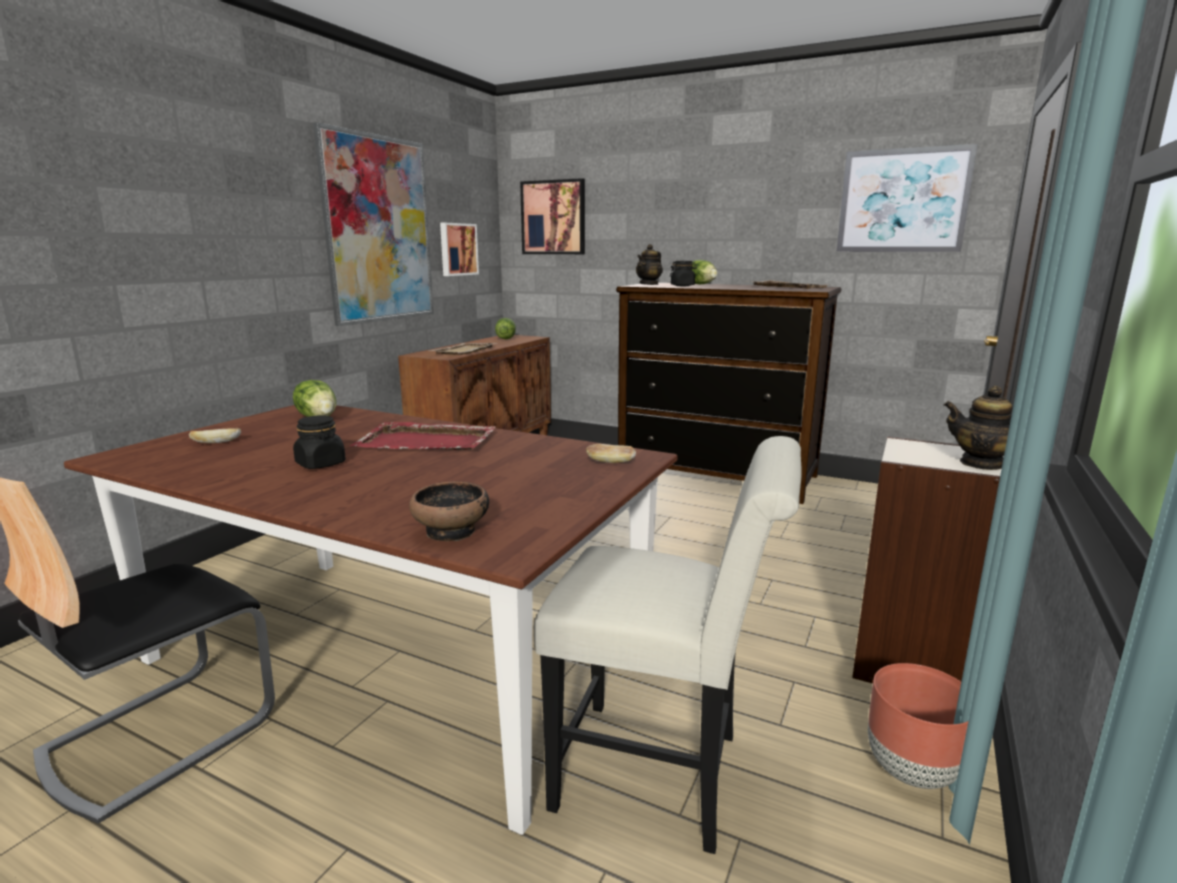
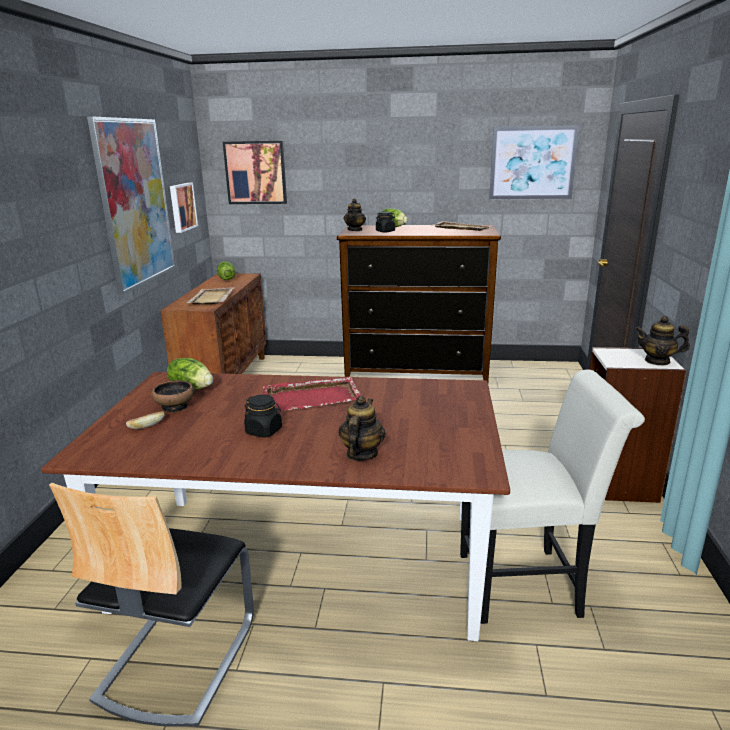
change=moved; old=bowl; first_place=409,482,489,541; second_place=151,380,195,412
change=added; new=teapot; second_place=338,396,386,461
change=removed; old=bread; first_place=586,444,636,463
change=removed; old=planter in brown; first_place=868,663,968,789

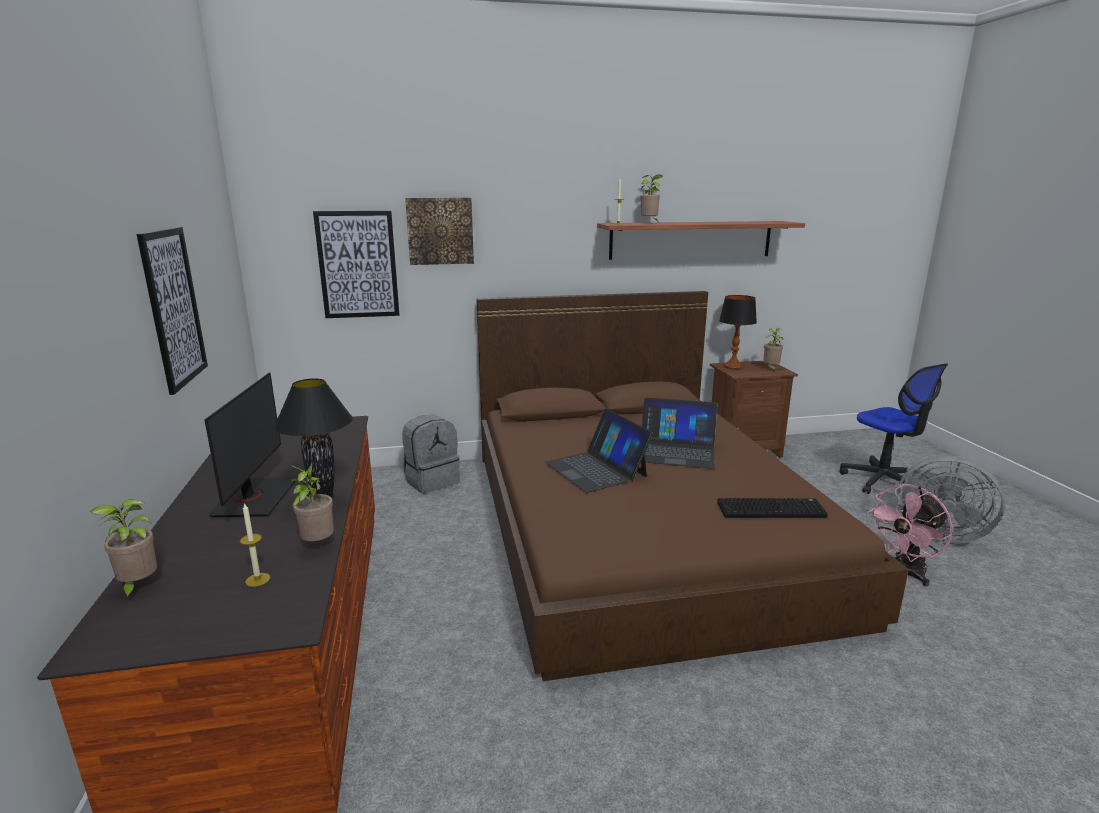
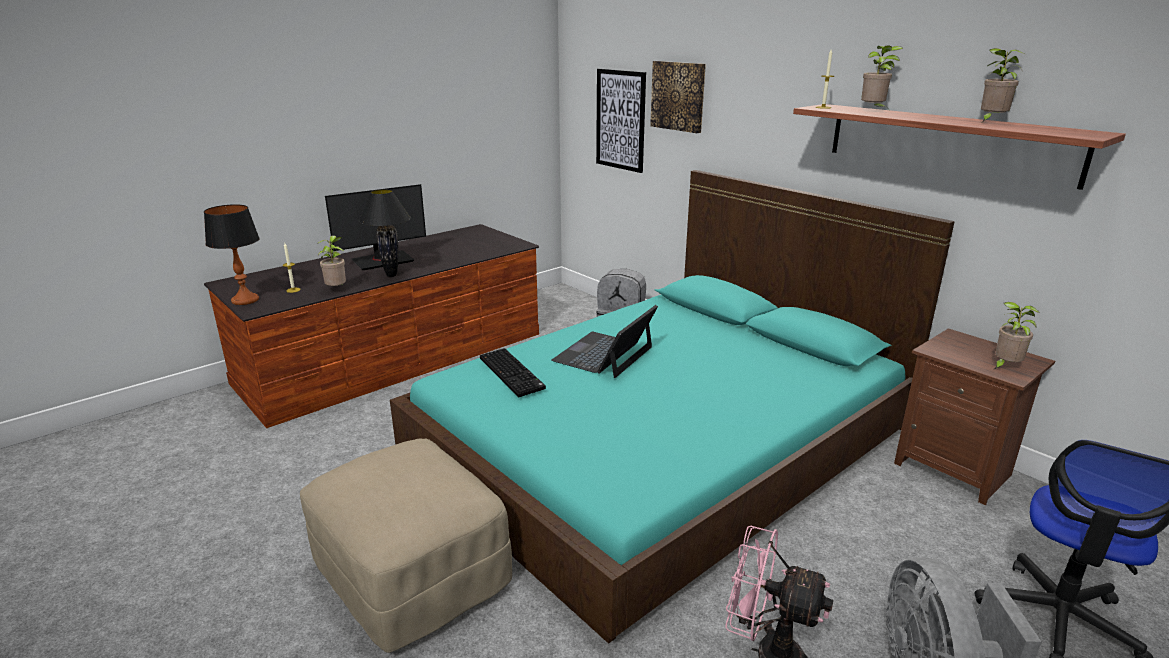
change=moved; old=table lamp; first_place=719,295,757,369; second_place=204,204,260,305
change=added; new=ottoman in beige; second_place=300,438,512,653
change=recoloured; old=bed in brown; new=bed in turquoise; first_place=476,291,909,681; second_place=390,170,955,643
change=moved; old=keyboard; first_place=717,498,828,518; second_place=480,348,546,397
change=moved; old=potted plant; first_place=90,499,157,602; second_place=981,48,1025,122
change=removed; old=picture; first_place=137,227,208,395
change=removed; old=laptop; first_place=642,398,717,469

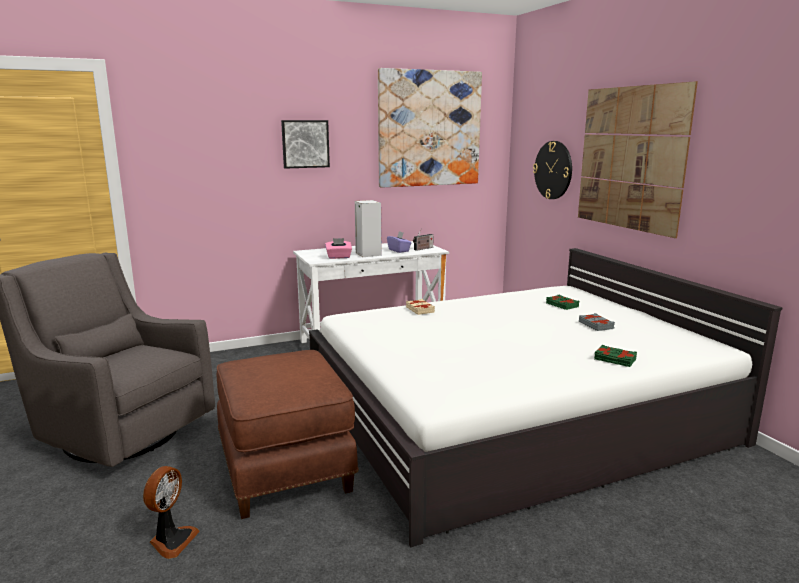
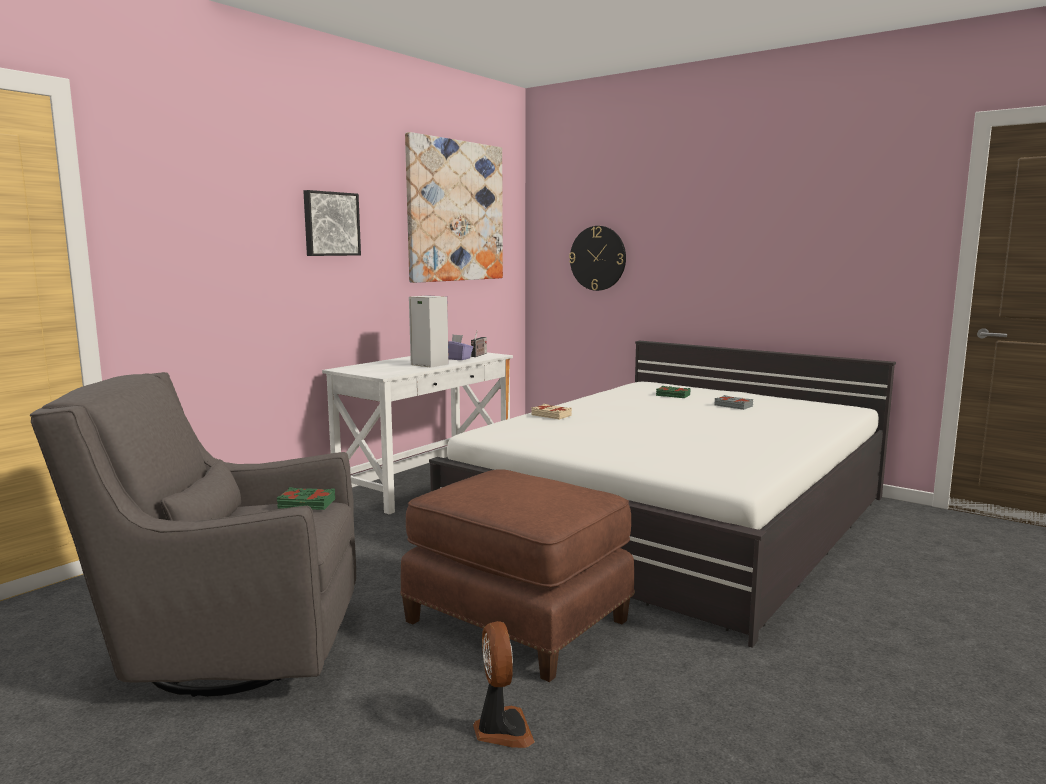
change=moved; old=book in green; first_place=594,345,637,367; second_place=277,487,335,510
change=removed; old=tissue box in pink; first_place=325,238,352,259
change=removed; old=picture; first_place=578,81,698,238

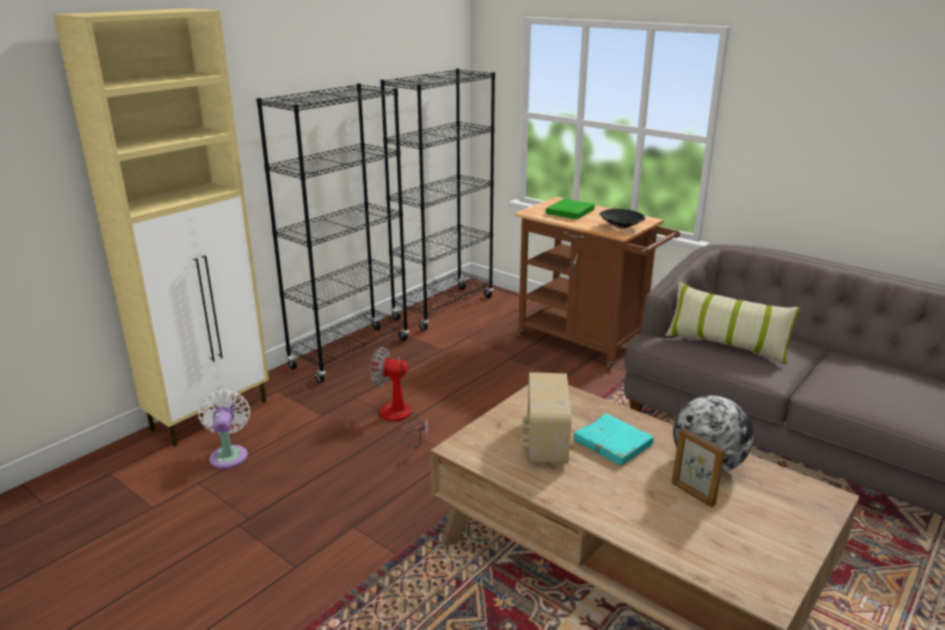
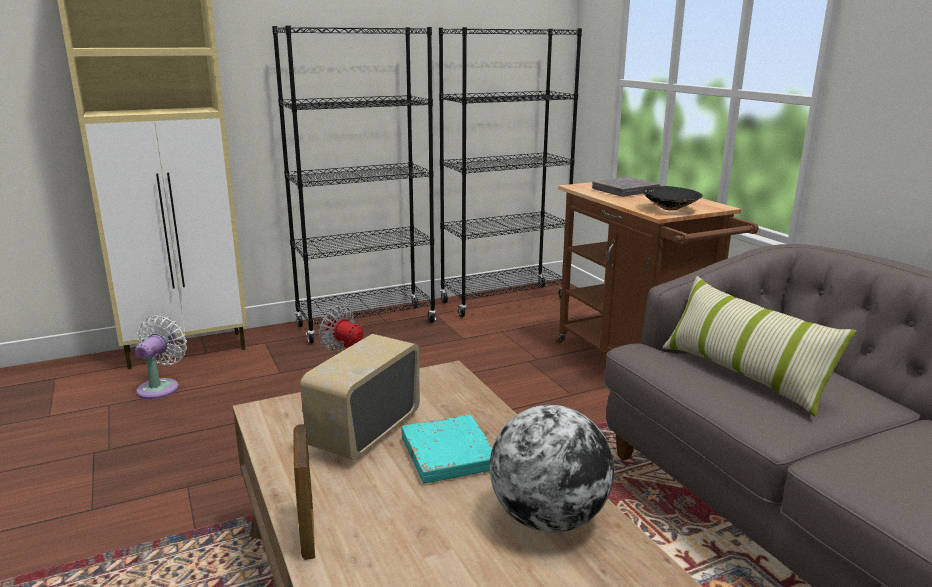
change=moved; old=picture frame; first_place=672,427,725,507; second_place=293,424,315,560
change=recoloured; old=book in green; new=book in grey; first_place=546,199,595,219; second_place=592,177,660,197

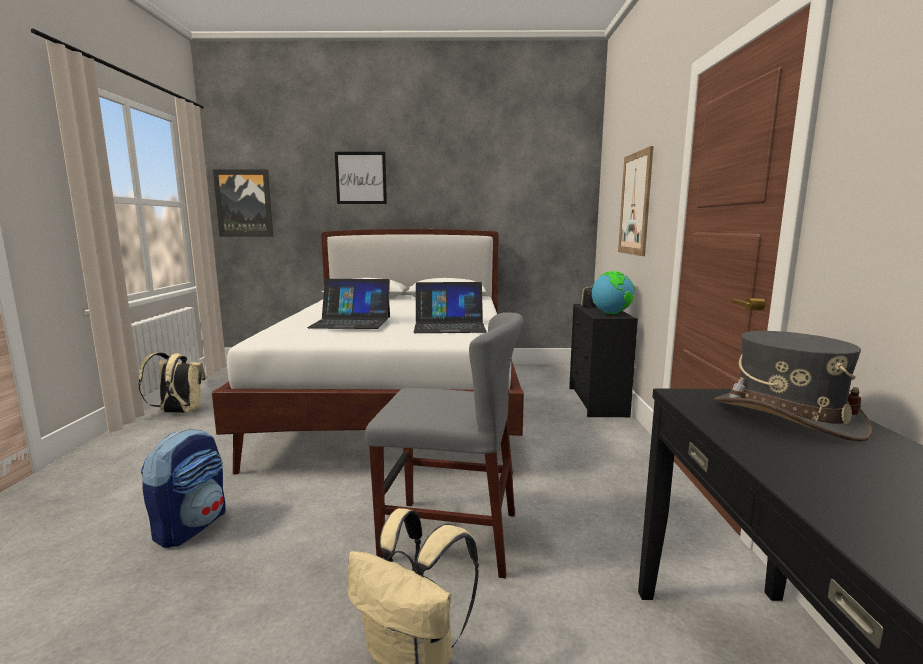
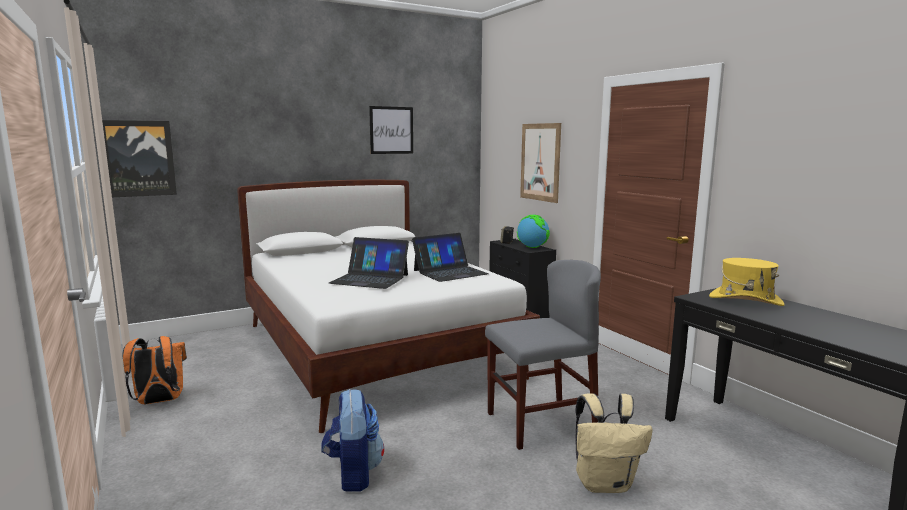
change=recoloured; old=backpack in beige; new=backpack in orange; first_place=138,352,206,413; second_place=122,336,187,404
change=turned; old=laptop; first_place=307,279,390,329; second_place=329,237,409,289; degrees=45
change=moved; old=picture; first_place=335,152,387,204; second_place=369,106,413,154
change=recoloured; old=hat in grey; new=hat in yellow; first_place=715,331,873,442; second_place=709,258,785,306

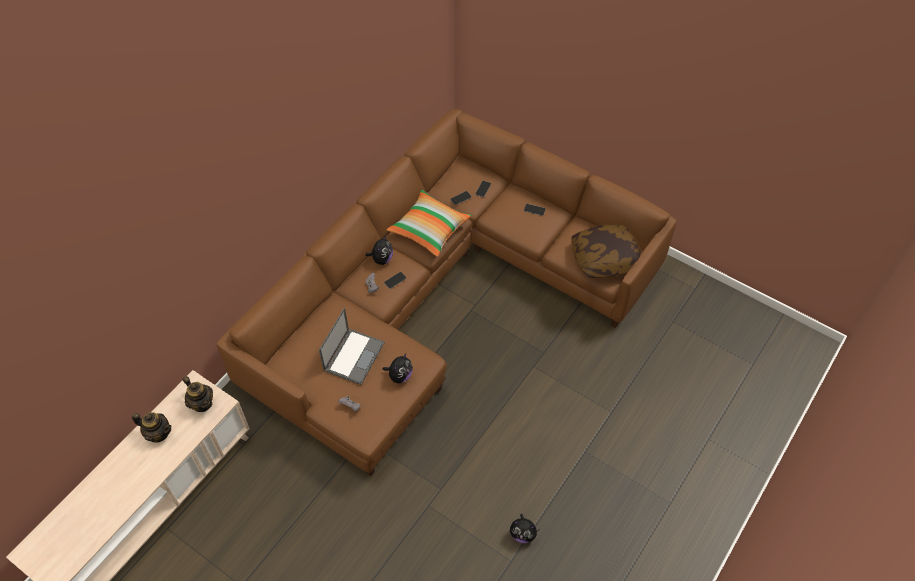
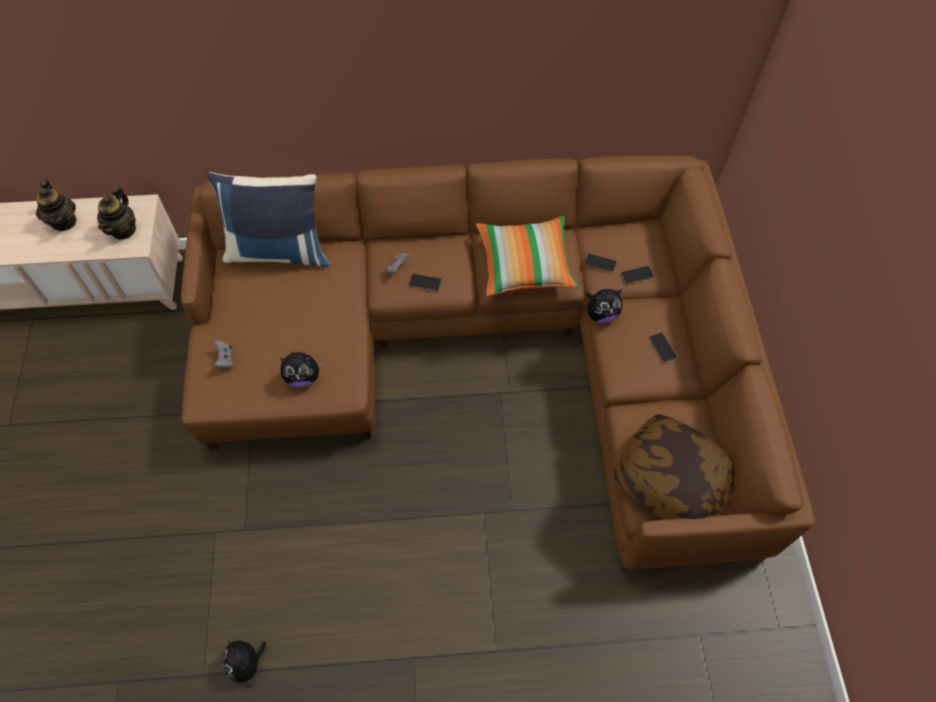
change=added; new=pillow in blue; second_place=207,172,329,267
change=moved; old=plush toy; first_place=366,235,393,265; second_place=586,289,623,323
change=removed; old=laptop; first_place=319,308,385,385

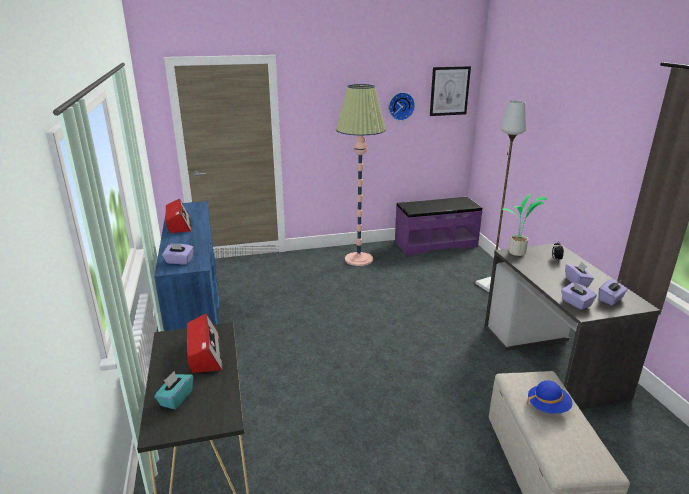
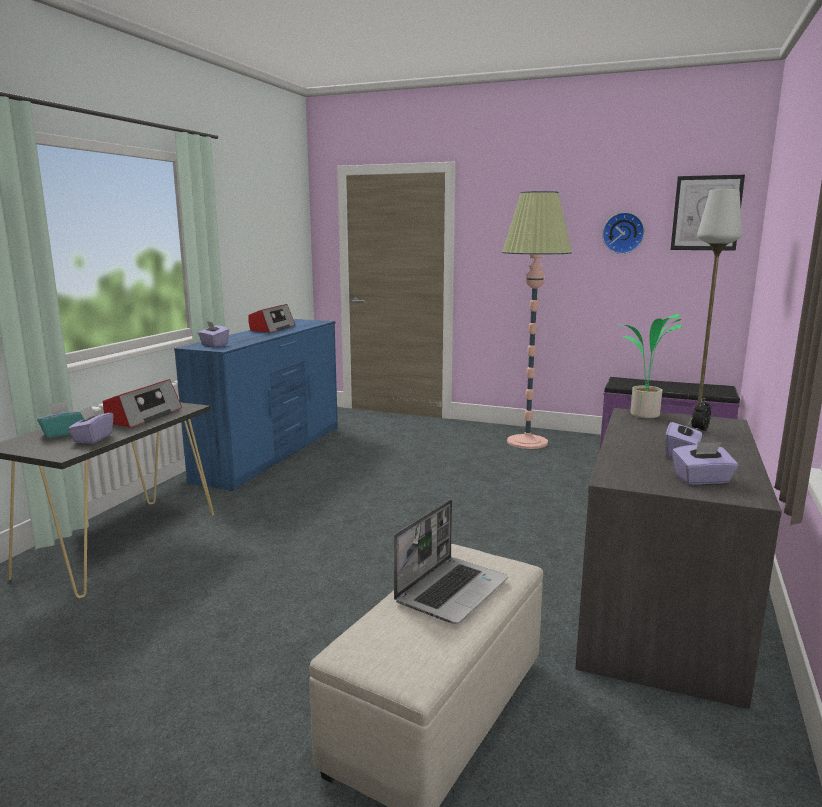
change=moved; old=tissue box in purple; first_place=561,282,597,310; second_place=68,406,113,444
change=replaced; old=hat in blue; new=laptop; first_place=527,380,573,414; second_place=394,499,508,624

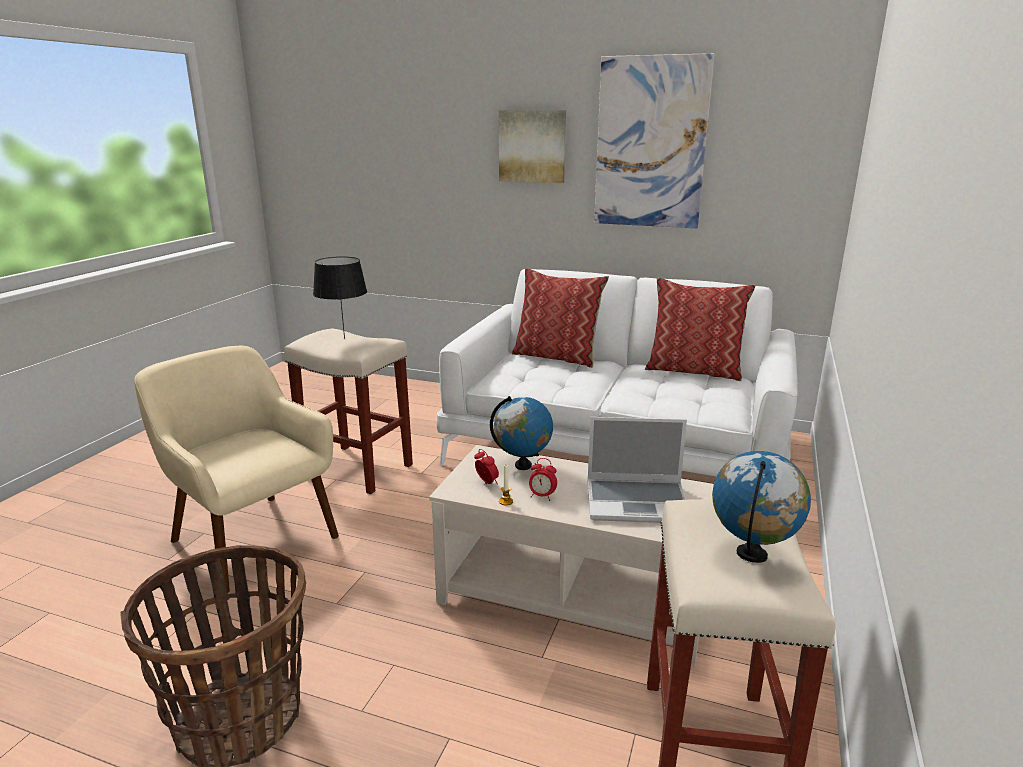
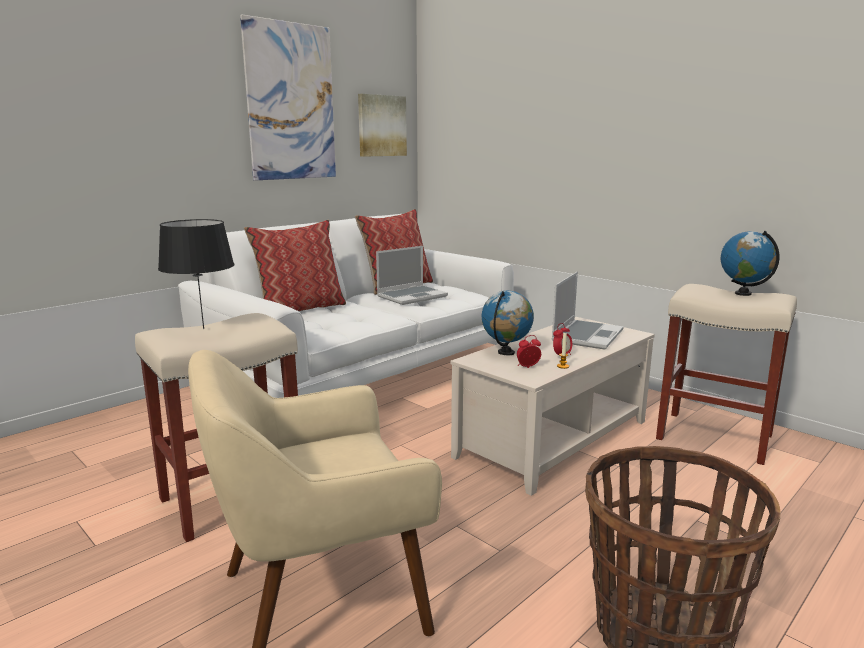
change=moved; old=picture; first_place=499,110,566,183; second_place=358,94,407,157
change=added; new=laptop; second_place=376,246,448,305

